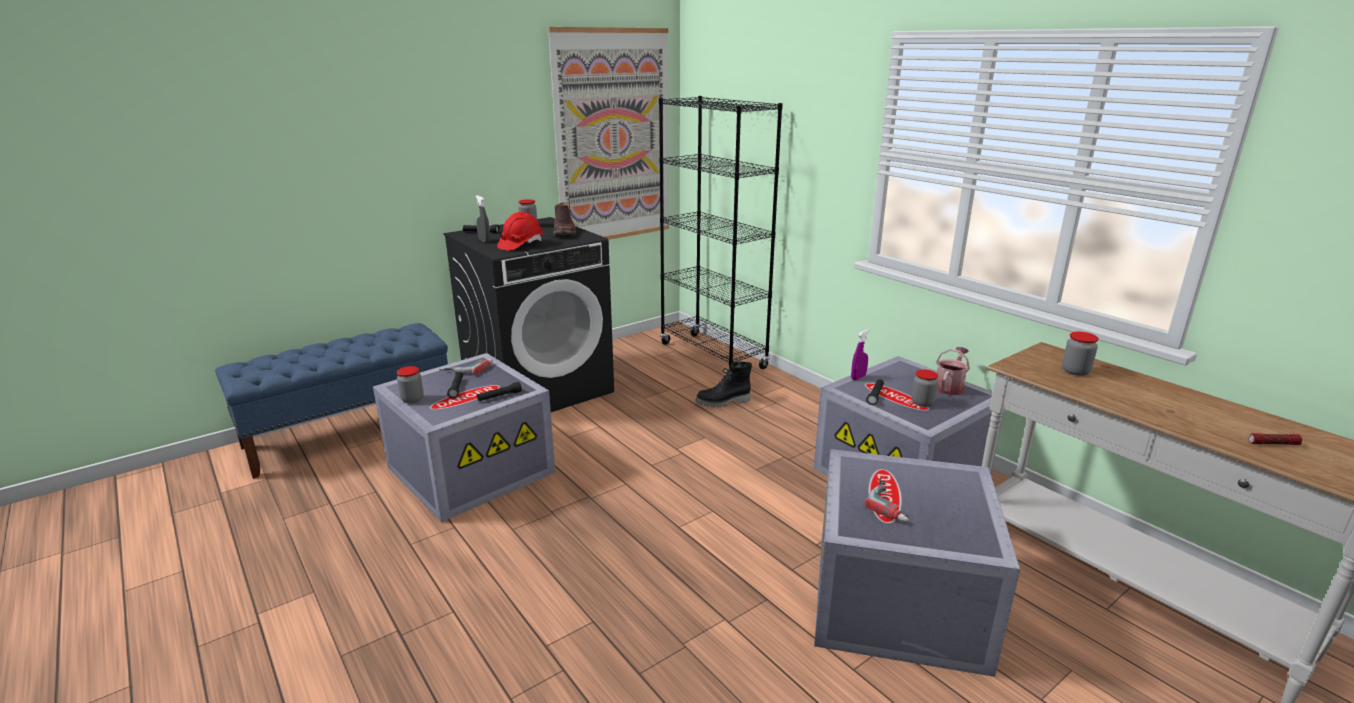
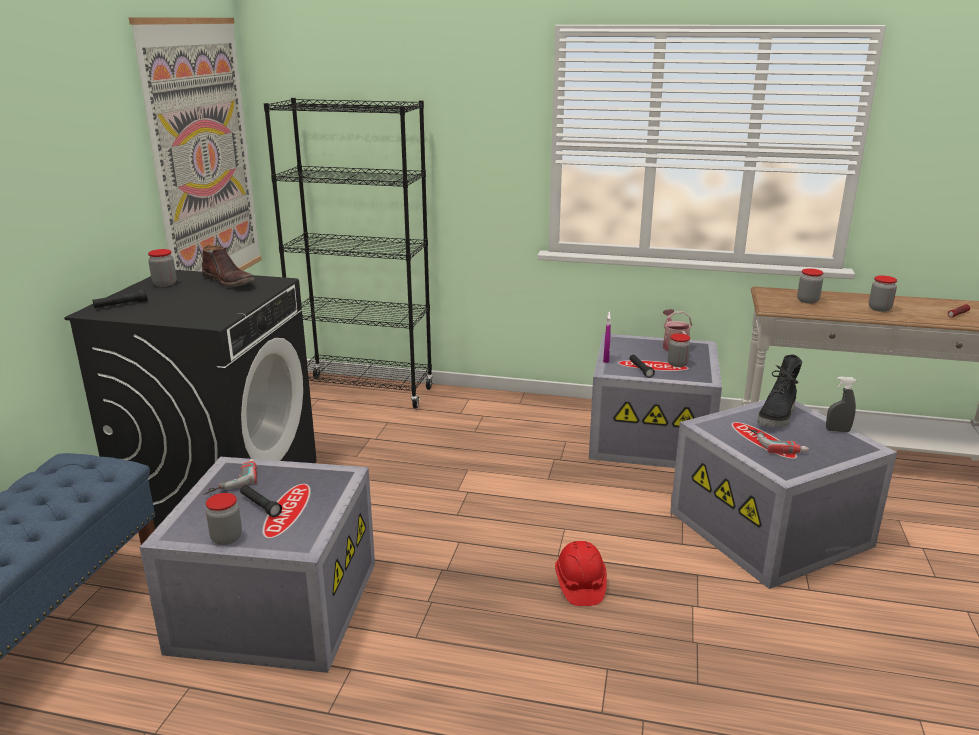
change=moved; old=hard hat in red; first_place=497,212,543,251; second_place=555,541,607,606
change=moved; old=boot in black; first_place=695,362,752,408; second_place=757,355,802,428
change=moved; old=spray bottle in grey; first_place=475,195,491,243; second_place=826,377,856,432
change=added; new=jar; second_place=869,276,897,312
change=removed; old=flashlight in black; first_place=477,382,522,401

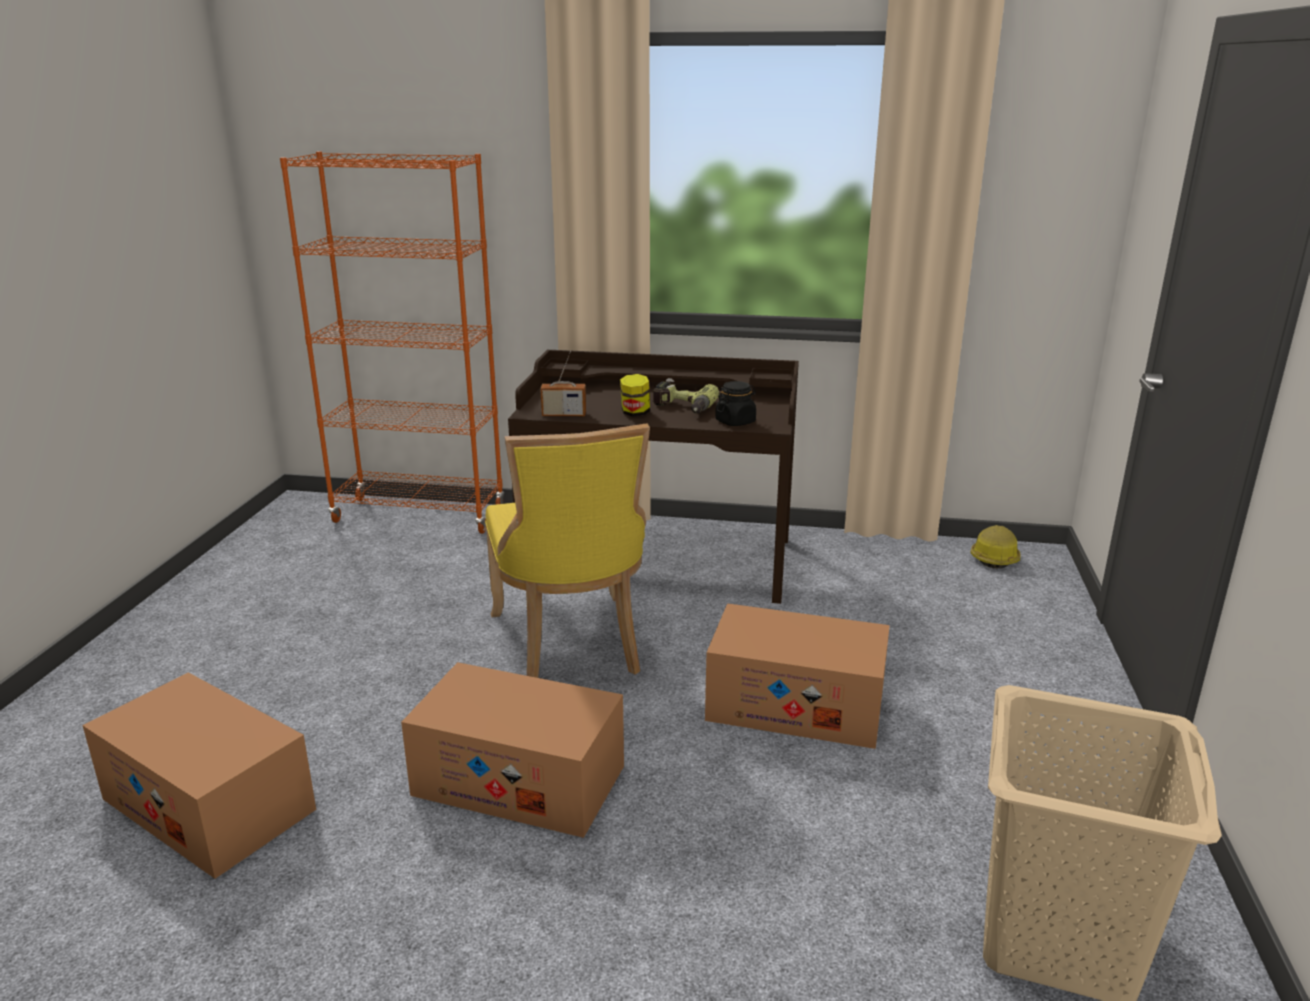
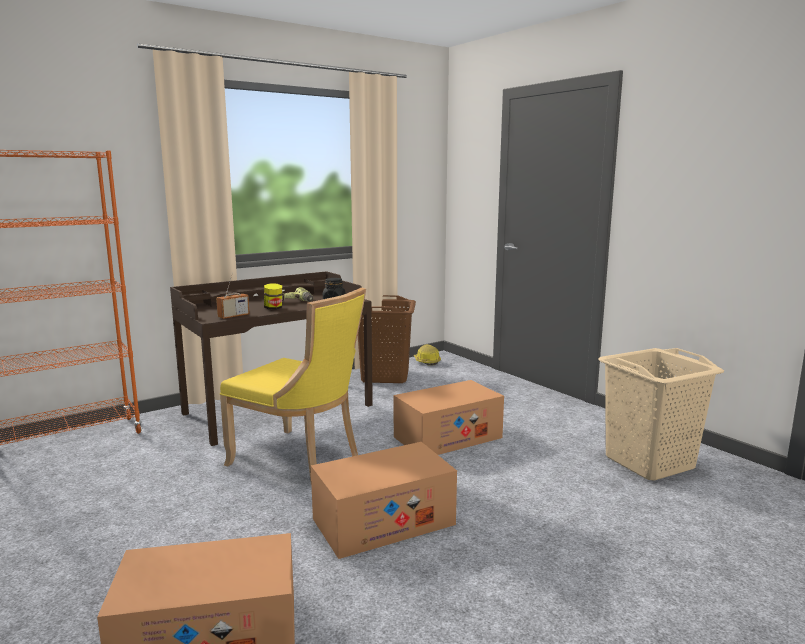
change=added; new=laundry basket in brown; second_place=358,295,416,383

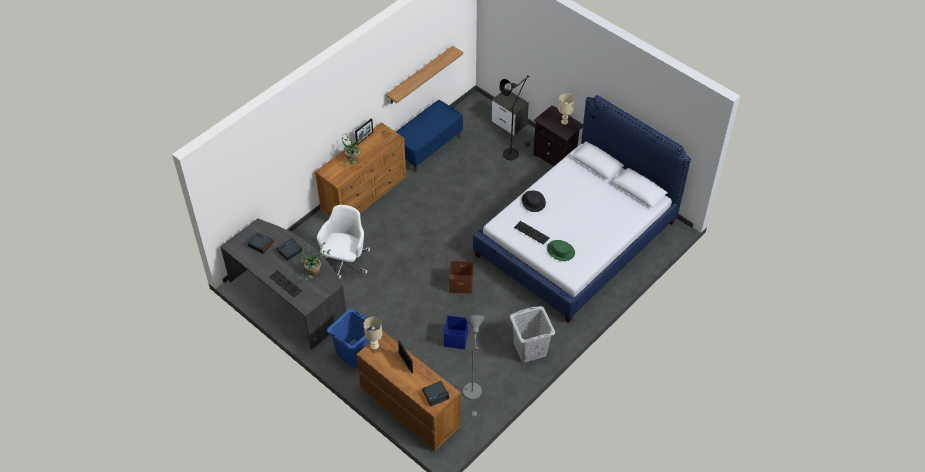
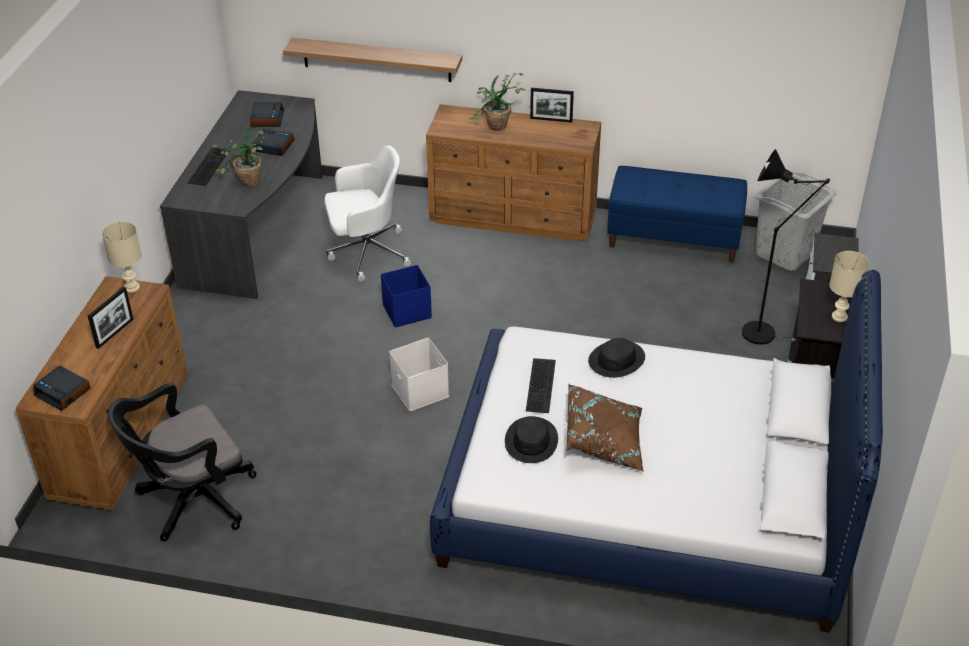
change=replaced; old=floor lamp in grey; new=office chair in black; first_place=463,315,485,417; second_place=108,382,257,542
change=moved; old=shelf; first_place=386,46,463,104; second_place=283,38,462,82
change=moved; old=storage box in blue; first_place=444,315,468,349; second_place=381,265,432,328
change=recoloured; old=storage box in brown; new=storage box in white; first_place=449,261,473,294; second_place=389,338,449,411
change=recoloured; old=hat in green; new=hat in black; first_place=547,240,575,261; second_place=505,416,558,463
change=added; new=pillow in brown; second_place=566,384,644,472
change=moved; old=laundry basket in grey; first_place=510,306,555,363; second_place=755,171,836,271
change=removed; old=laundry basket in blue; first_place=327,308,376,368

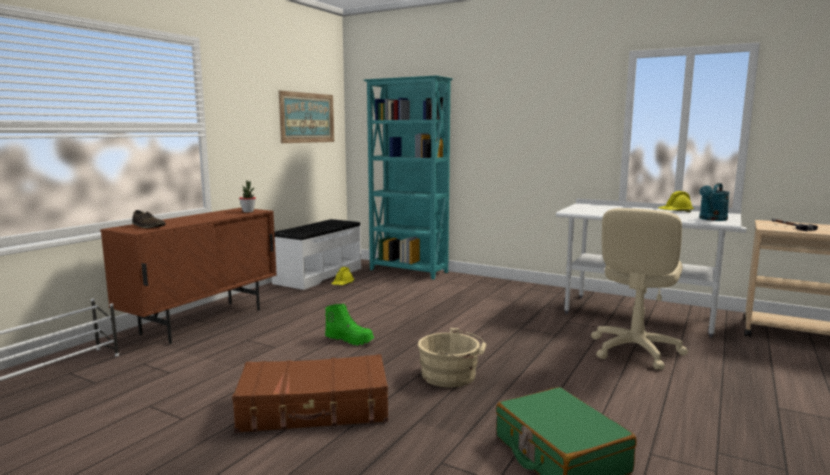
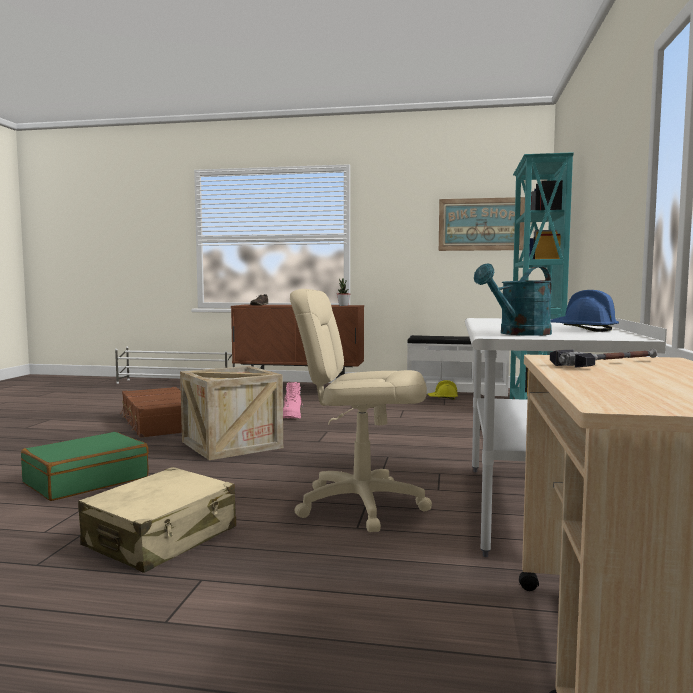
change=added; new=suitcase in beige; second_place=78,467,236,573
change=replaced; old=bucket in beige; new=crate; first_place=418,328,486,387; second_place=180,366,283,460
change=recoloured; old=boot in green; new=boot in pink; first_place=325,304,374,345; second_place=283,382,303,418
change=turned; old=watering can in turquoise; first_place=699,183,730,221; second_place=474,263,552,336; degrees=-60
change=recoloured; old=hard hat in yellow; new=hard hat in blue; first_place=658,191,694,212; second_place=551,290,619,332

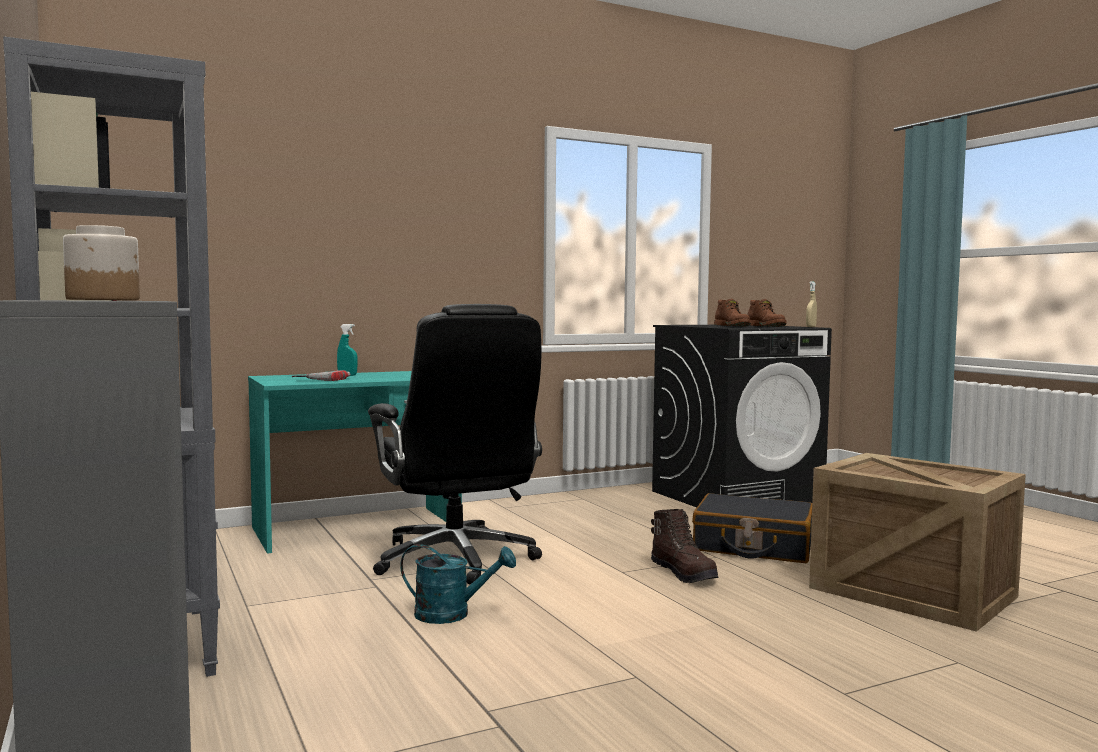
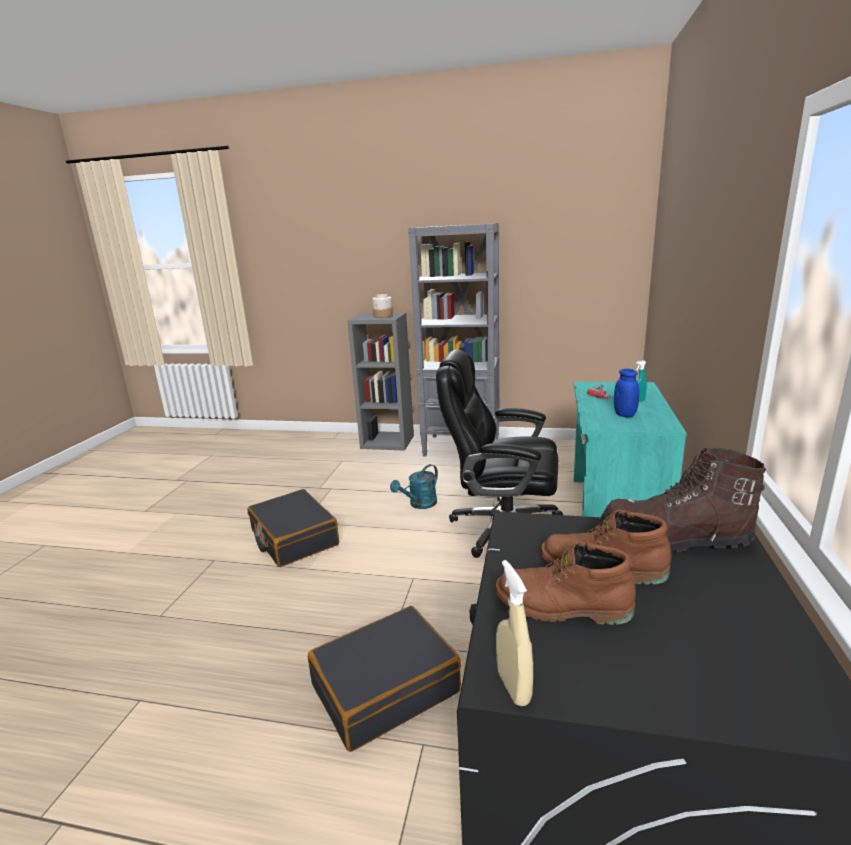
change=added; new=suitcase in black; second_place=248,489,339,567
change=moved; old=boot in brown; first_place=651,509,719,583; second_place=599,448,766,552
change=added; new=jar in blue; second_place=614,369,639,417
change=removed; old=crate; first_place=809,453,1026,632

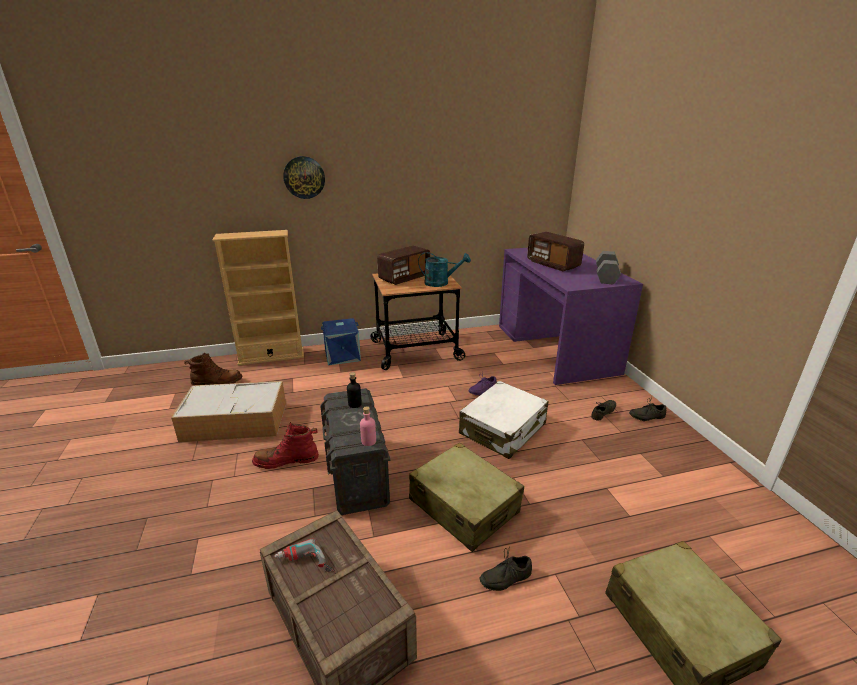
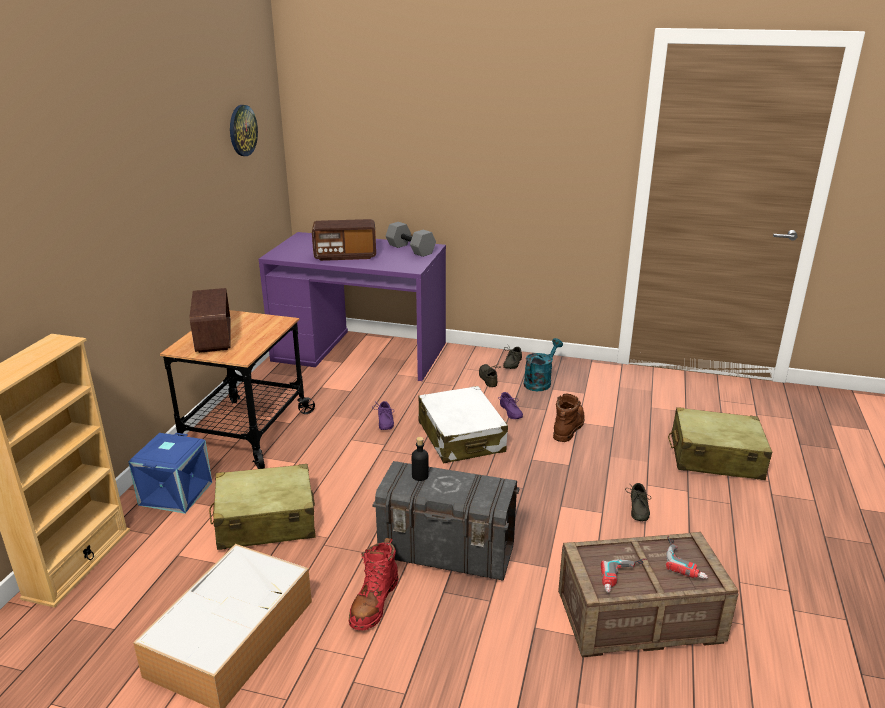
change=moved; old=suitcase in beige; first_place=409,443,524,552; second_place=209,464,316,550
change=moved; old=wall clock; first_place=283,156,325,199; second_place=230,105,258,156
change=added; new=shoe in purple; second_place=499,392,523,419
change=moved; old=watering can in turquoise; first_place=418,252,471,287; second_place=524,338,563,391
change=moved; old=boot in brown; first_place=184,352,243,385; second_place=553,394,585,442
change=added; new=power drill; second_place=666,536,708,579
change=removed; old=bottle in pink; first_place=360,406,376,446

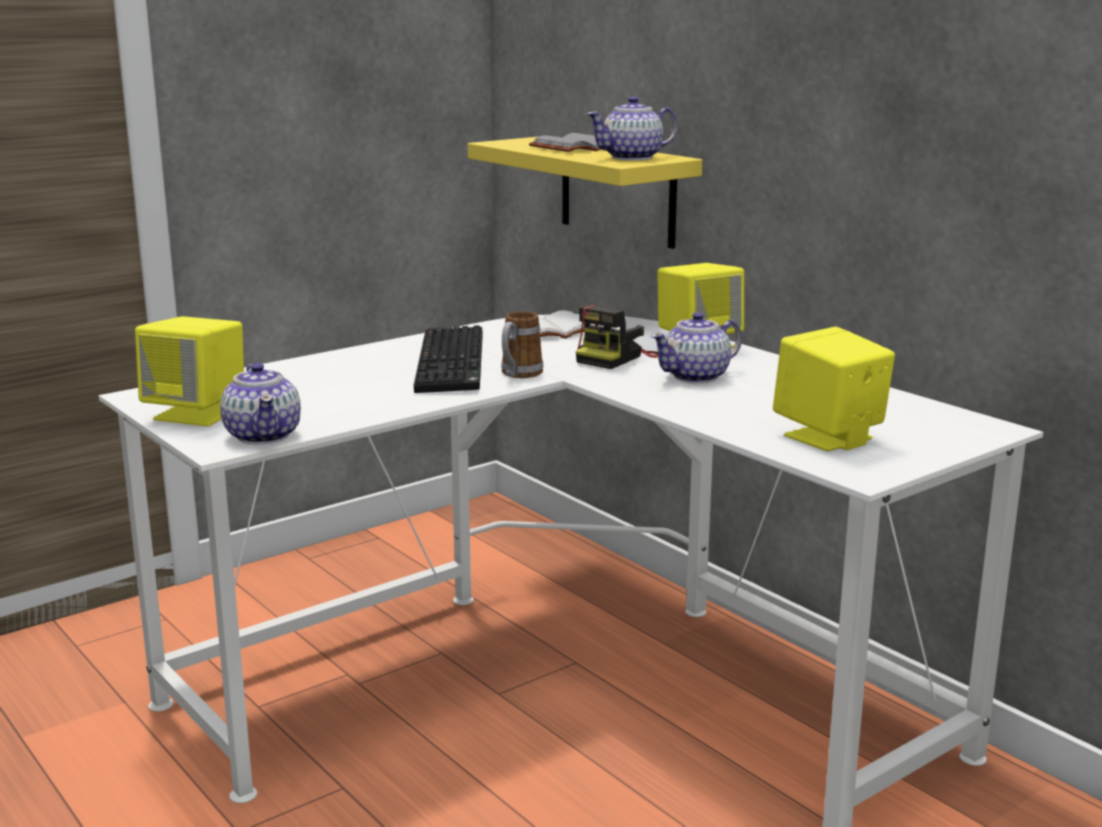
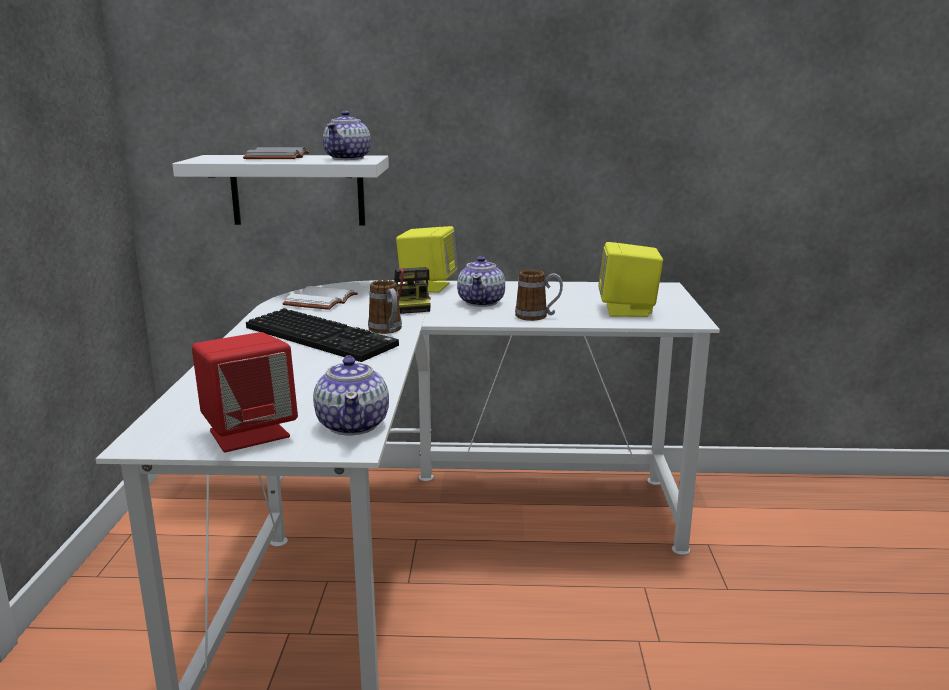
change=recoloured; old=shelf in yellow; new=shelf in white; first_place=468,137,702,249; second_place=172,155,389,226
change=recoloured; old=speaker in yellow; new=speaker in red; first_place=135,316,244,426; second_place=192,332,298,452
change=turned; old=teapot; first_place=220,362,301,445; second_place=313,355,389,435; degrees=60
change=added; new=mug; second_place=515,270,563,321

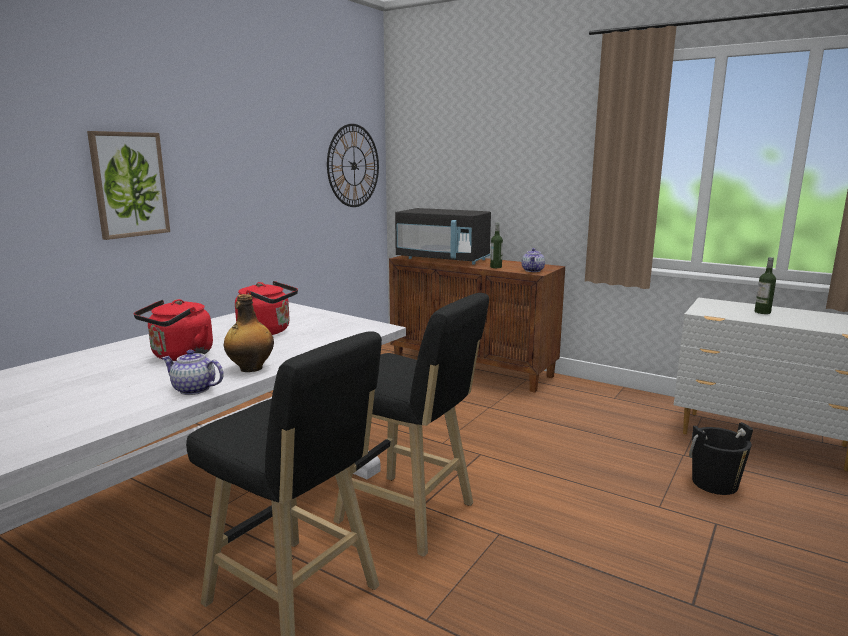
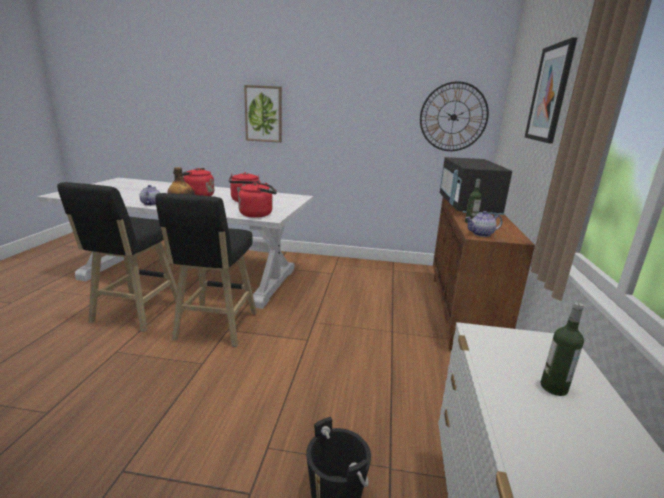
change=added; new=kettle in red; second_place=238,182,277,218
change=added; new=picture; second_place=525,37,577,144

